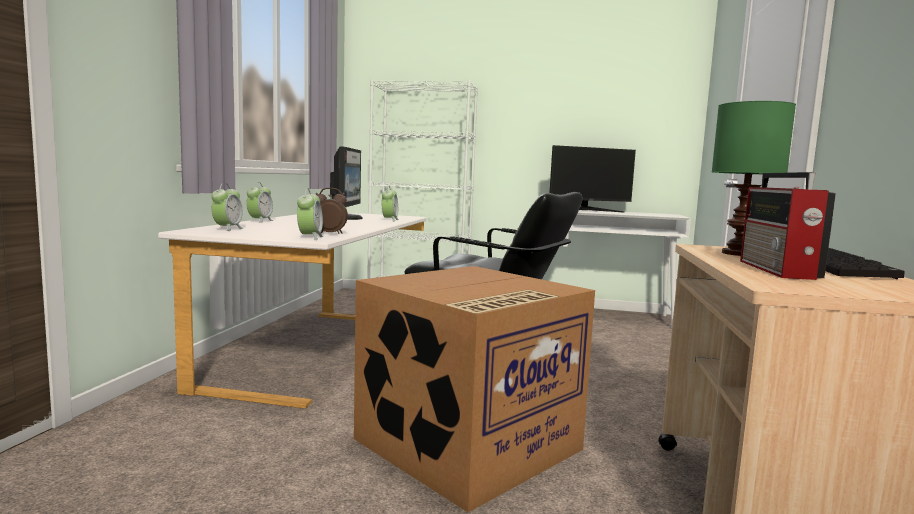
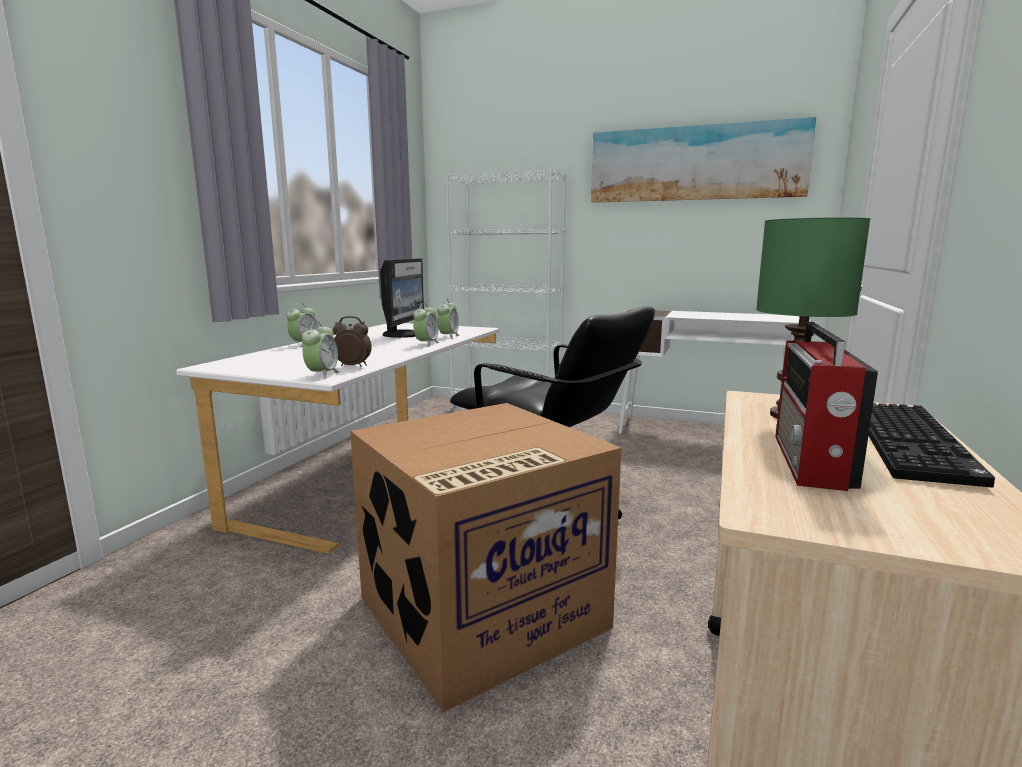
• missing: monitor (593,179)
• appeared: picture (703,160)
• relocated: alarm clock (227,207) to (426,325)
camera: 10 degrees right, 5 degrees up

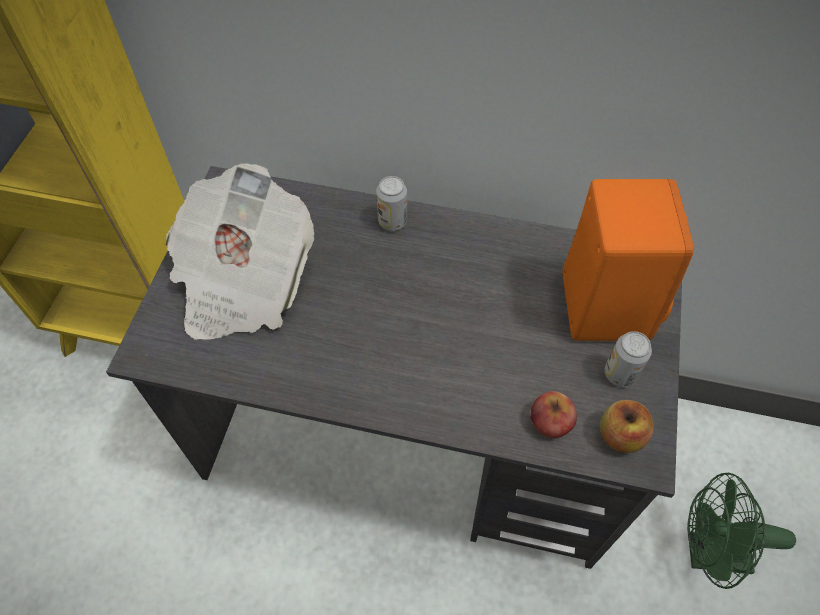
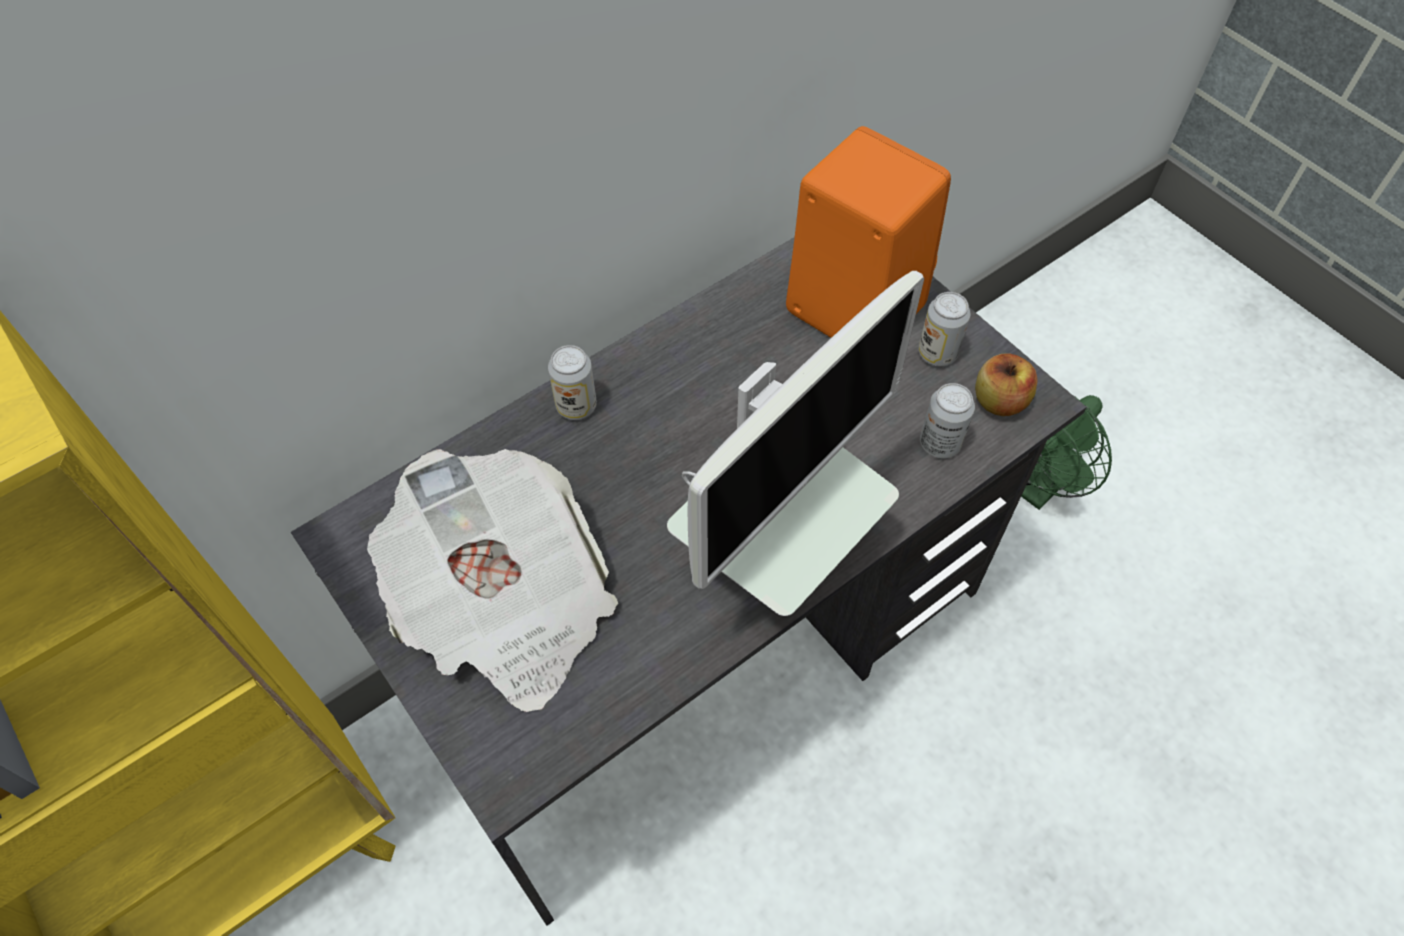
• appeared: monitor (795,443)
• exchanged: apple (554,414) to can (947,420)
camera: 50 degrees left, 0 degrees up

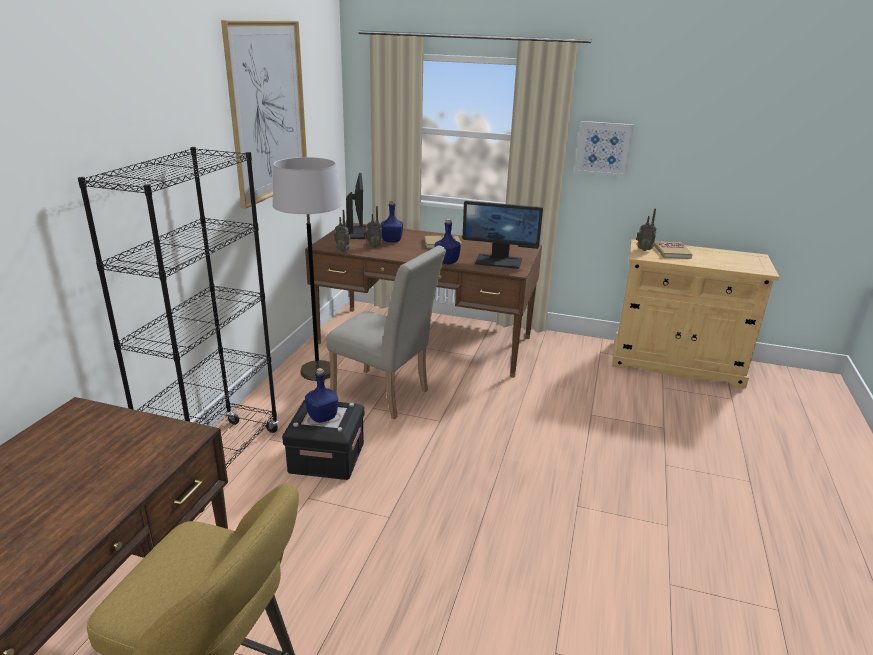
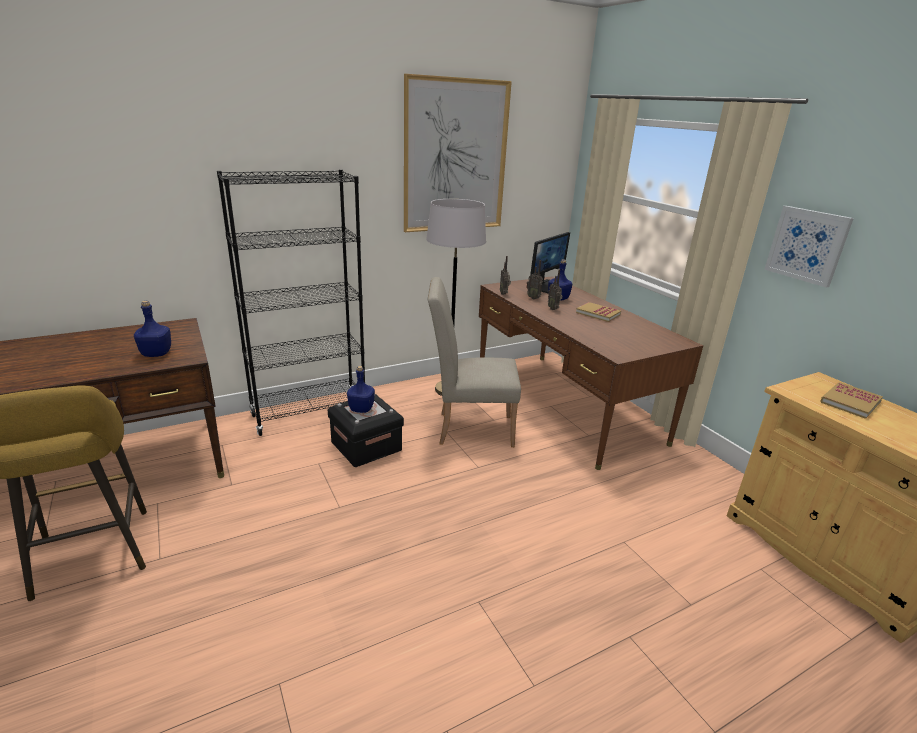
• missing: monitor (503,235)
• relocated: blue bottle (448,241) to (152,329)
• relocated: radio (646,229) to (555,289)
• spun: beige chair (386,332) = (474,362) 105 degrees clockwise
camera: 45 degrees right, 0 degrees up

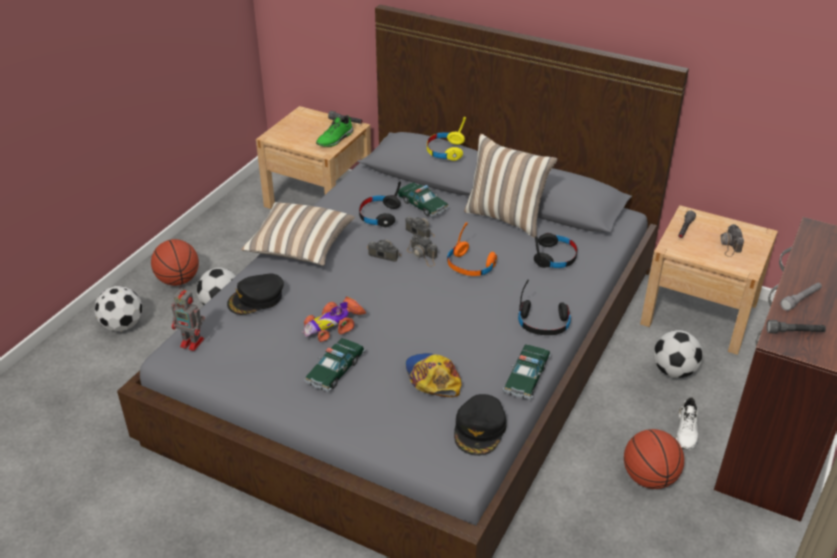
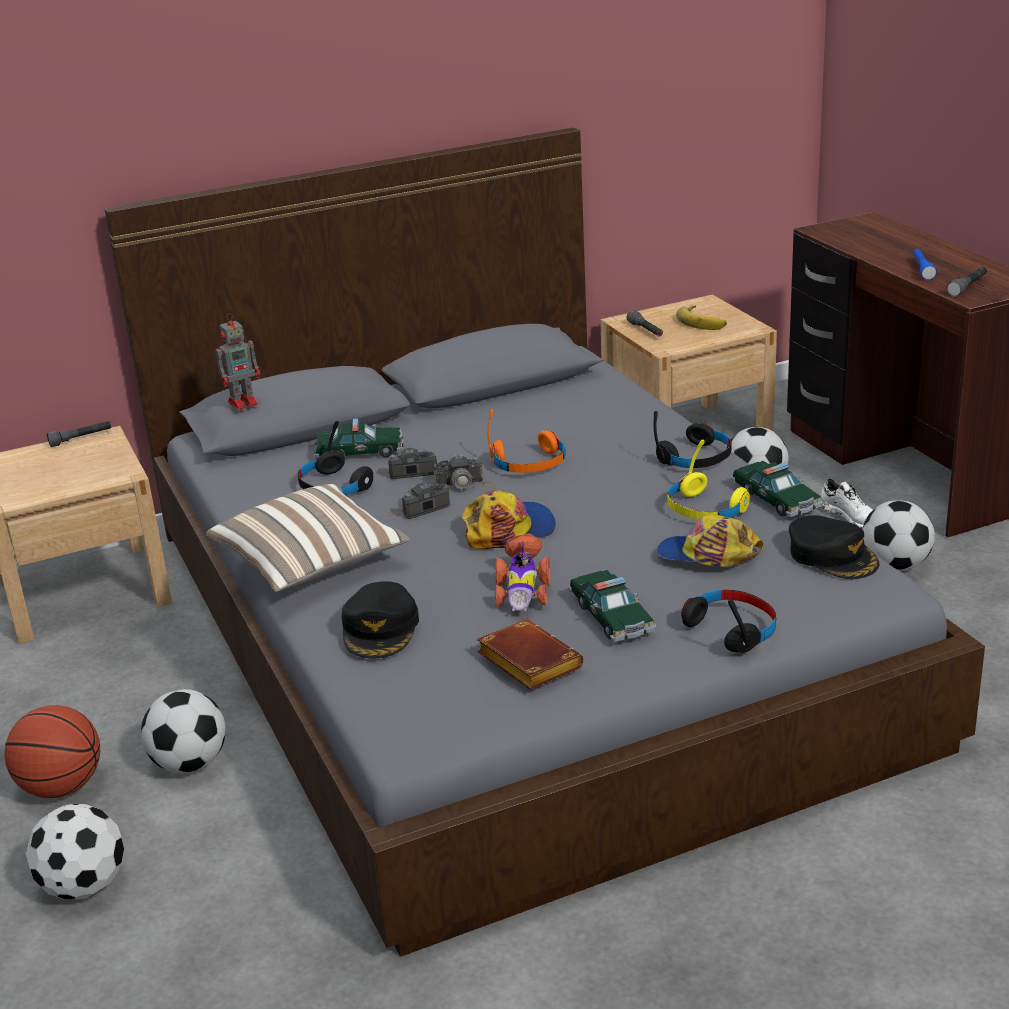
• missing: green shoe (334,131)
• missing: pillow (510,186)
• appeared: cap (509,519)
• appeared: brown book (530,654)
• relocated: toy robot (188,318) to (238,361)
• relocated: yellow headphones (446,139) to (708,480)
• relocated: black headphones (555,250) to (728,621)
• exchanged: basketball (654,459) to football (899,536)
• exchanged: photo camera (732,240) to banana (701,317)
• colour: grey flashlight (801,297) to blue flashlight (925,264)
camera: 50 degrees left, 10 degrees down

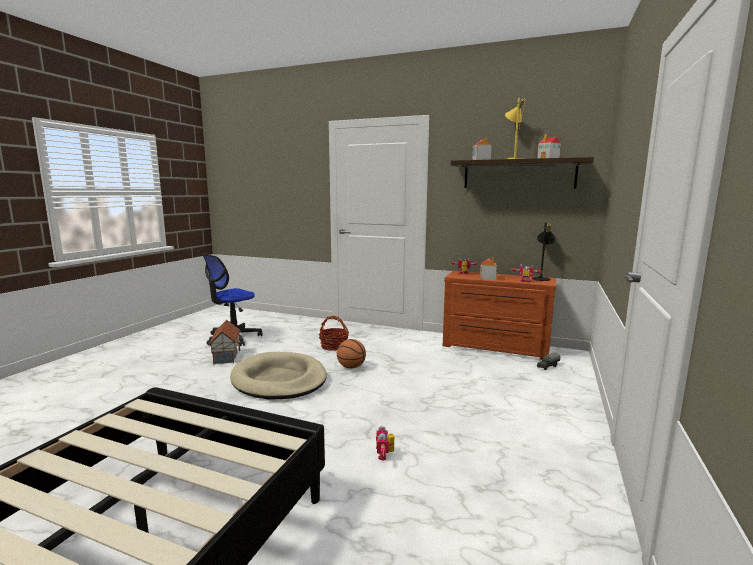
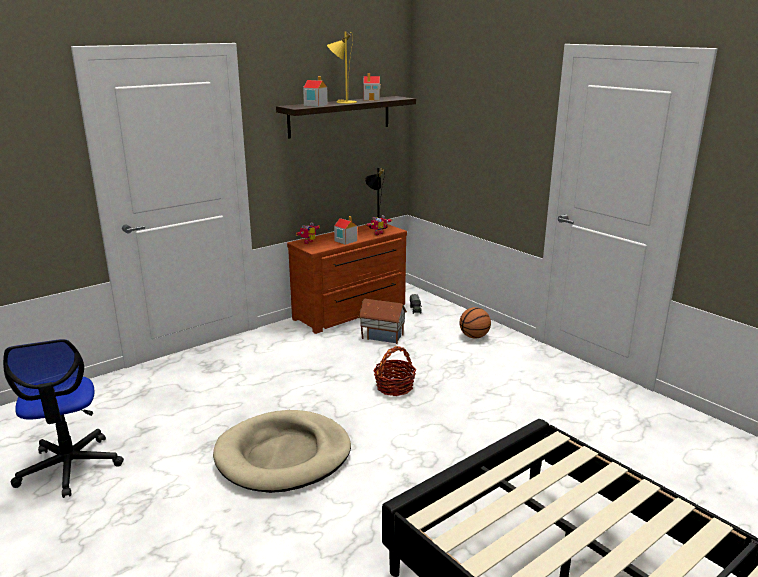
• missing: toy robot (385,443)
• relocated: toy house (225,342) to (382,321)
• relocated: basket (333,333) to (394,371)
• relocated: basketball (351,354) to (475,323)
camera: 60 degrees left, 10 degrees up

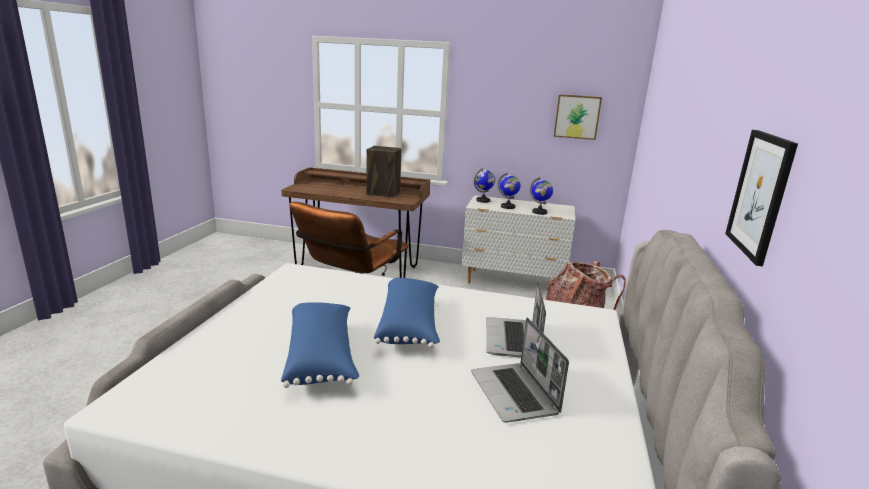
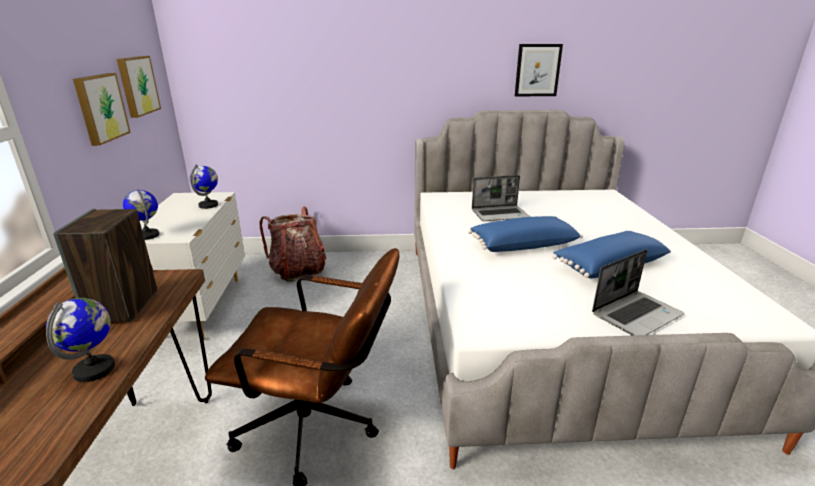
• appeared: picture (102,109)
• relocated: laptop (520,370) to (638,292)
• relocated: globe (508,190) to (80,340)
camera: 105 degrees left, 5 degrees up

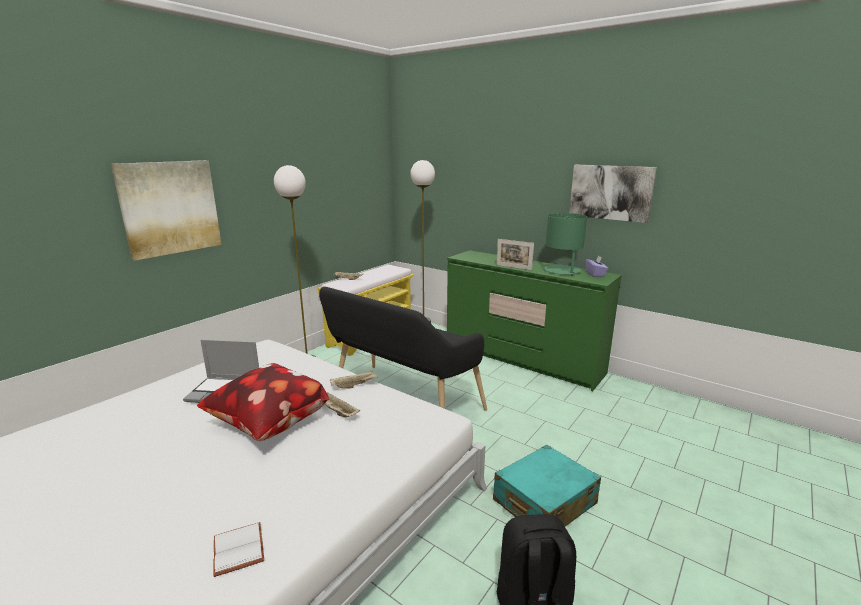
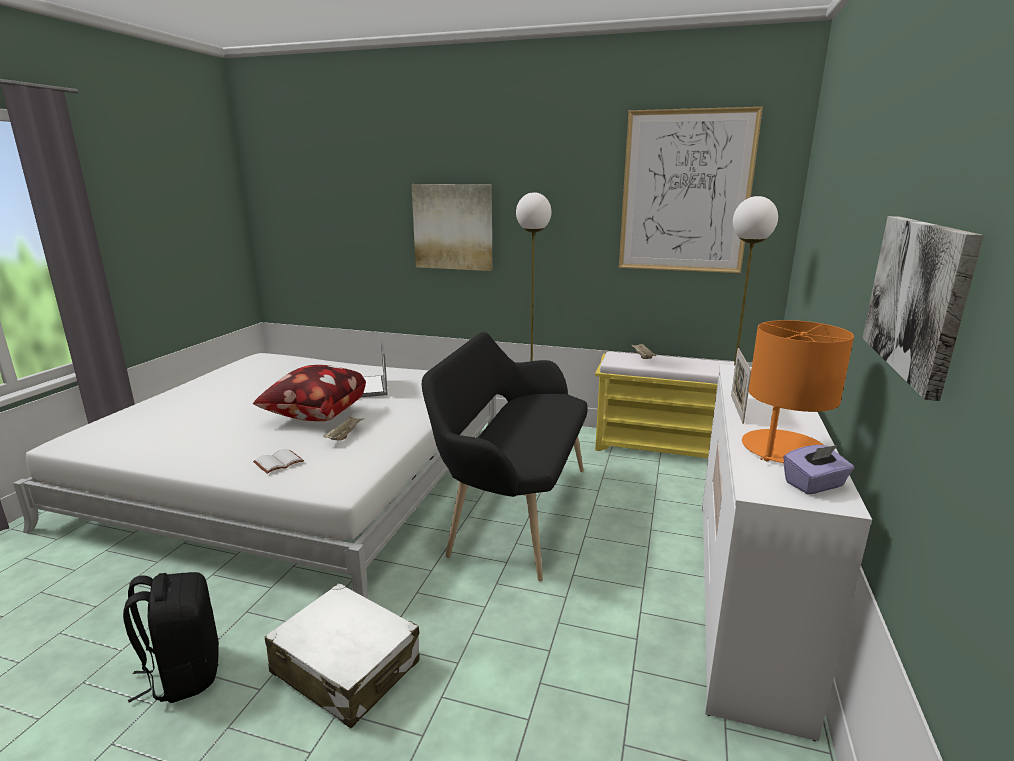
• missing: beige tray (354,379)
• appeared: picture (691,190)
• relocated: white book (238,549) to (278,461)
• colour: green dresser (534,320) to white dresser (787,552)
• colour: turquoise suitcase (547,486) to white suitcase (342,655)
• colour: green table lamp (565,244) to orange table lamp (798,391)
camera: 70 degrees right, 0 degrees up

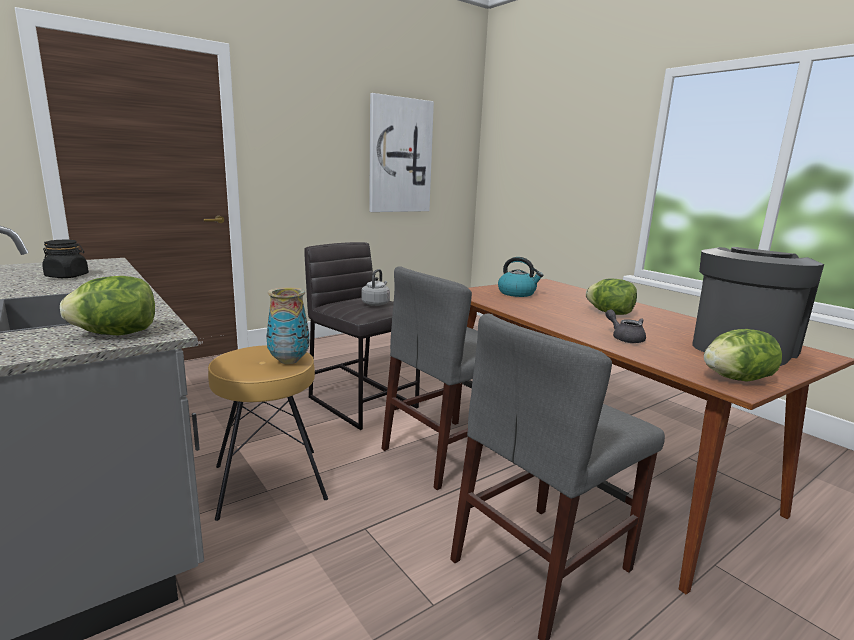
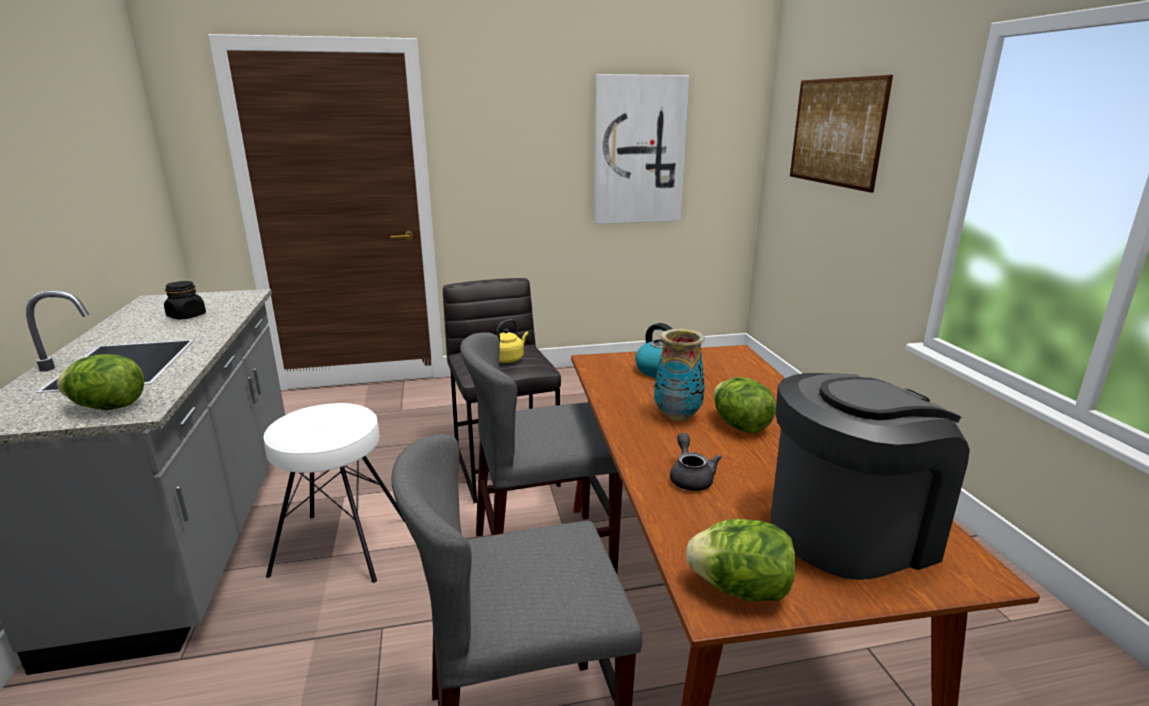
• appeared: picture (841,134)
• relocated: vase (287,325) to (679,375)
• colour: brown stool (268,433) to white stool (334,493)
• colour: grey kettle (375,287) to yellow kettle (512,341)
camera: 25 degrees right, 5 degrees up

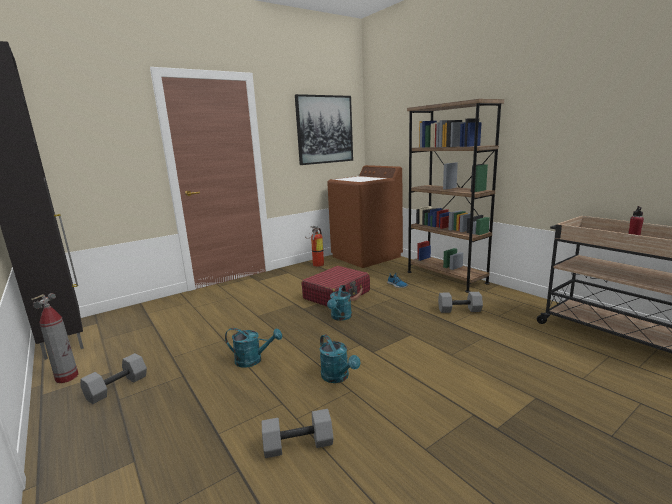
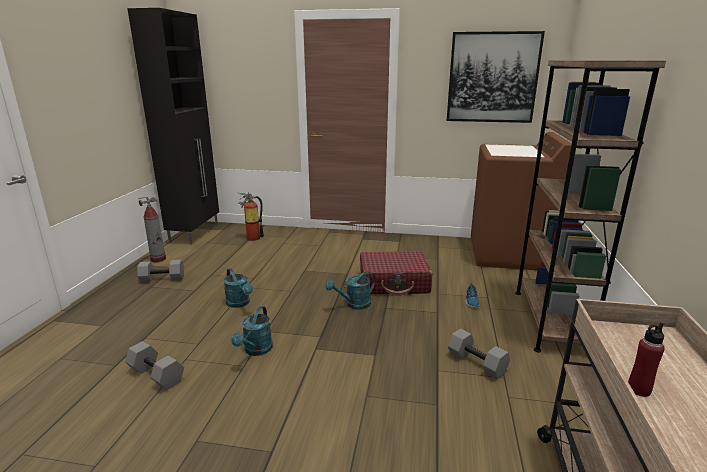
• relocated: fire extinguisher (314,246) to (251,216)
camera: 45 degrees right, 5 degrees up

